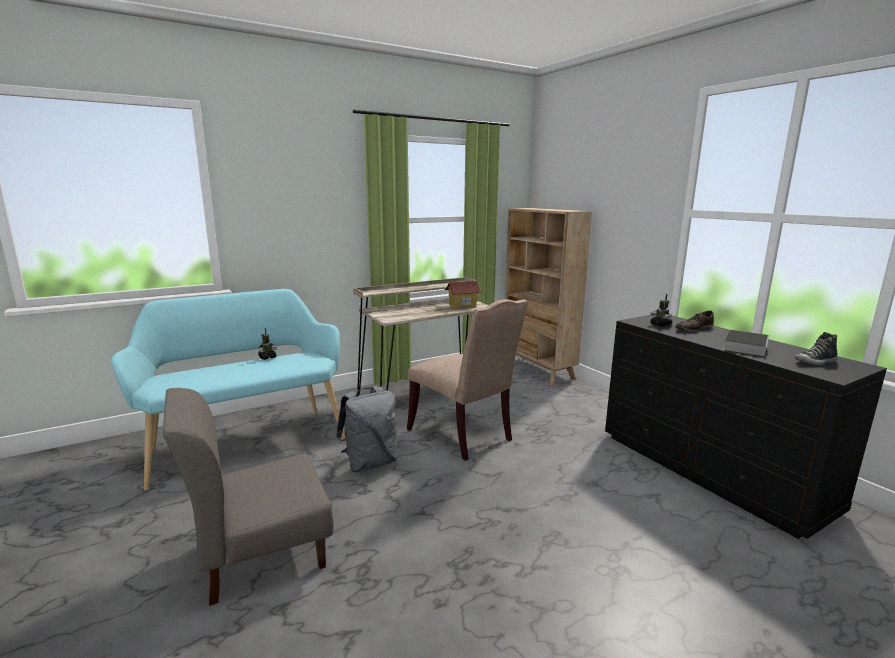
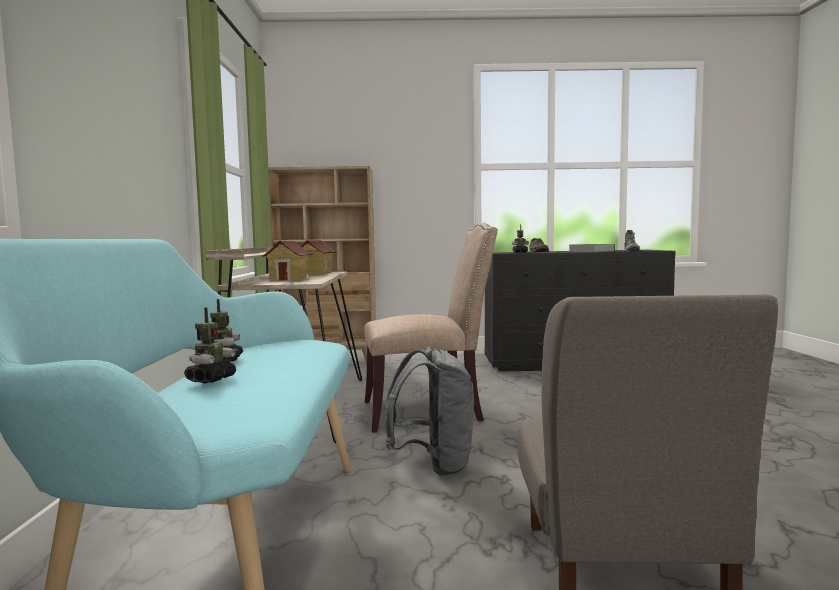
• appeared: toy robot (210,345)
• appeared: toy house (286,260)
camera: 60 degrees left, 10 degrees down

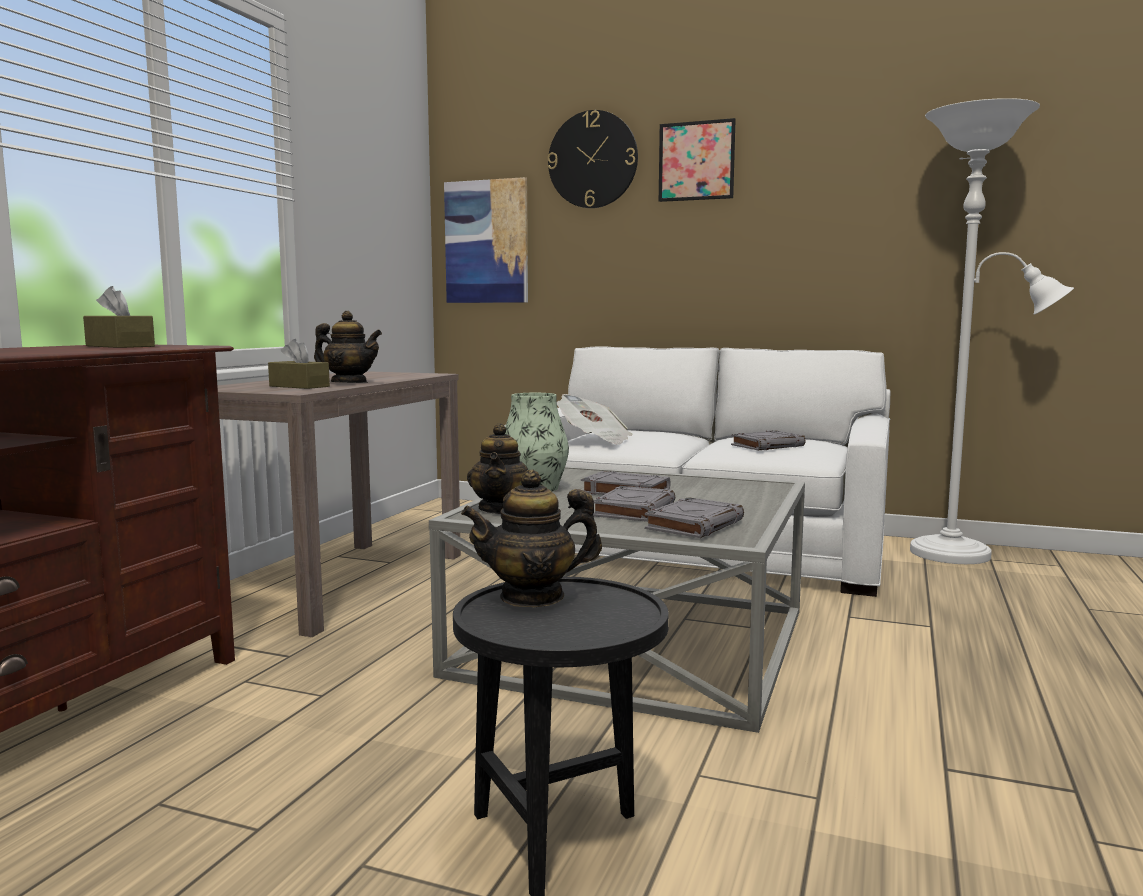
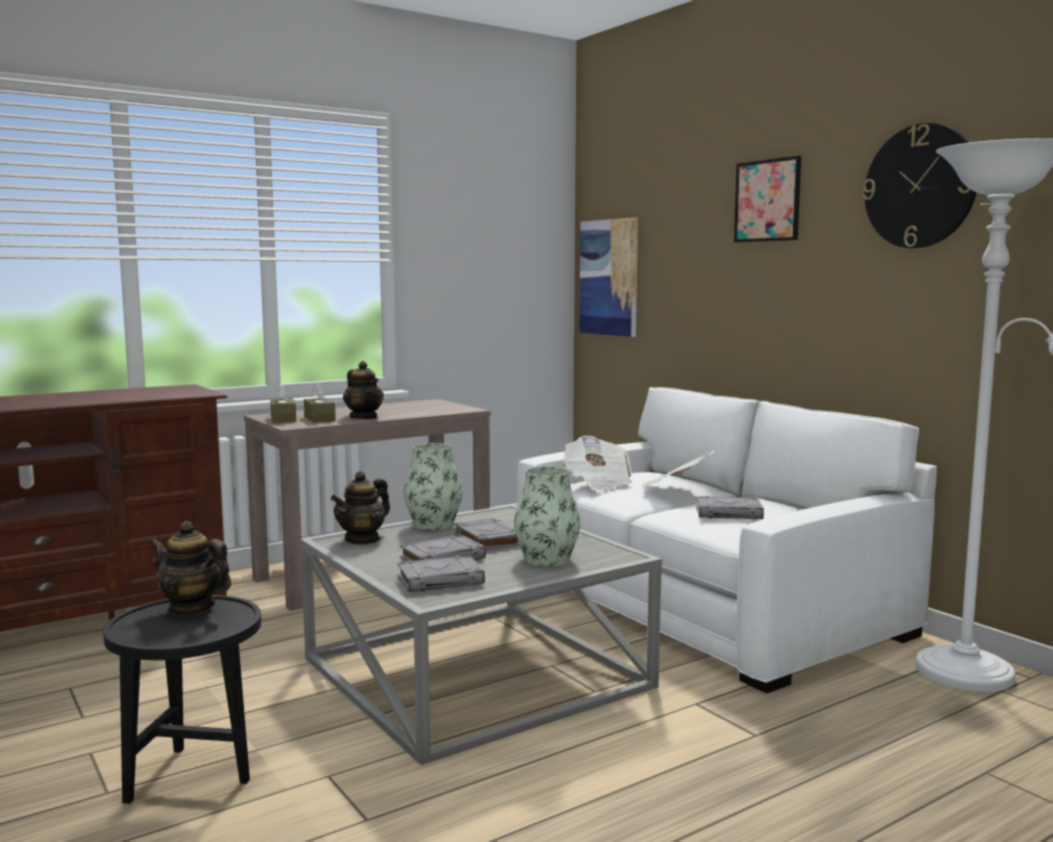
• appeared: vase (547,516)
• appeared: newspaper (678,469)
• relocated: brown tissue box (119,317) to (283,403)
• relocated: wall clock (593,159) to (920,185)
camera: 35 degrees right, 0 degrees up

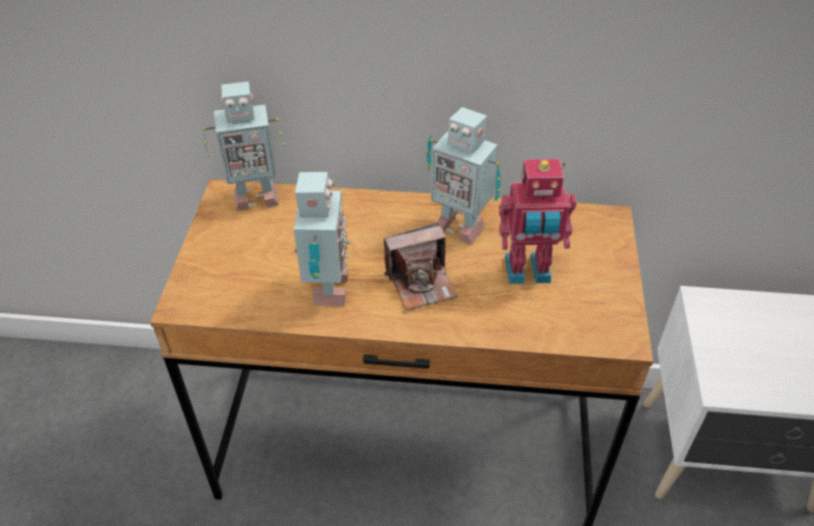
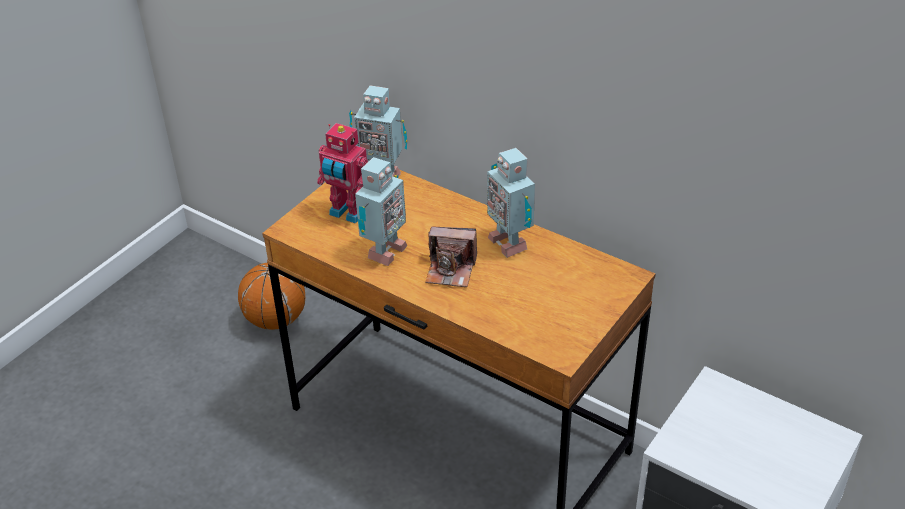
• appeared: basketball (271,296)
• relocated: toy robot (537,221) to (342,173)
camera: 30 degrees right, 5 degrees down

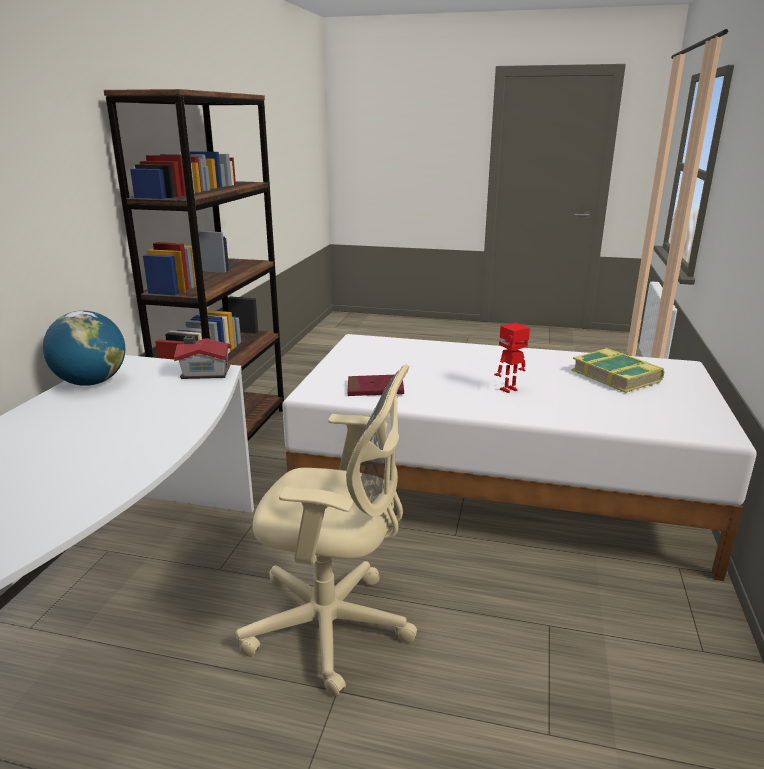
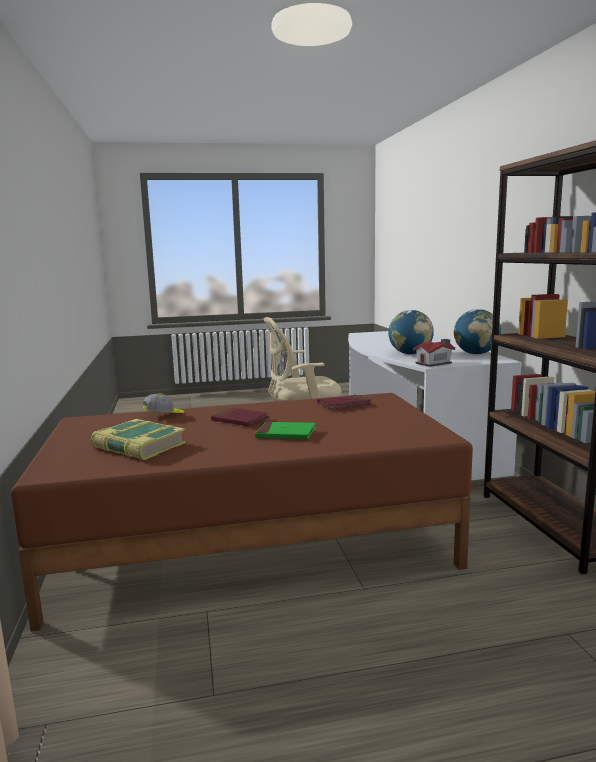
• appeared: cap (163,403)
• appeared: green book (285,431)
• appeared: globe (411,332)
• exchanged: toy robot (512,358) to red book (240,416)
• colour: white bed (519,457) to brown bed (242,512)
camera: 155 degrees right, 10 degrees down

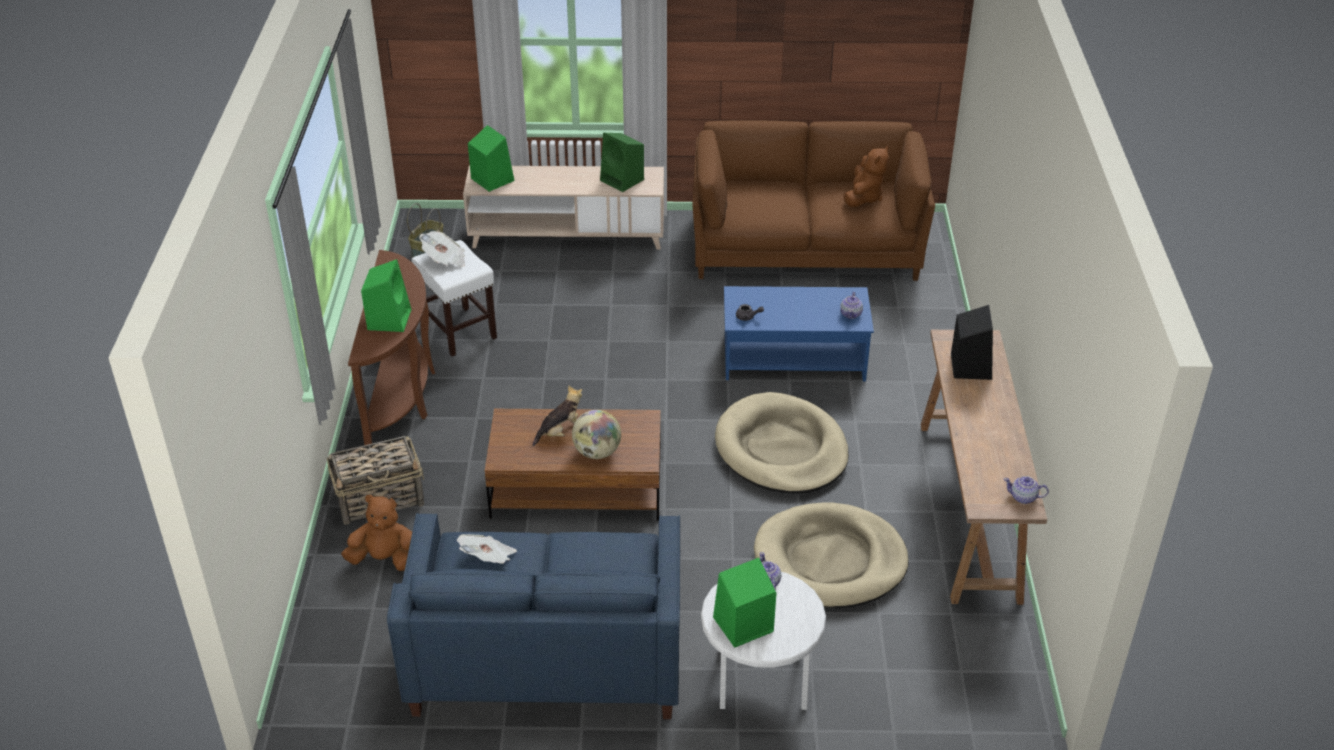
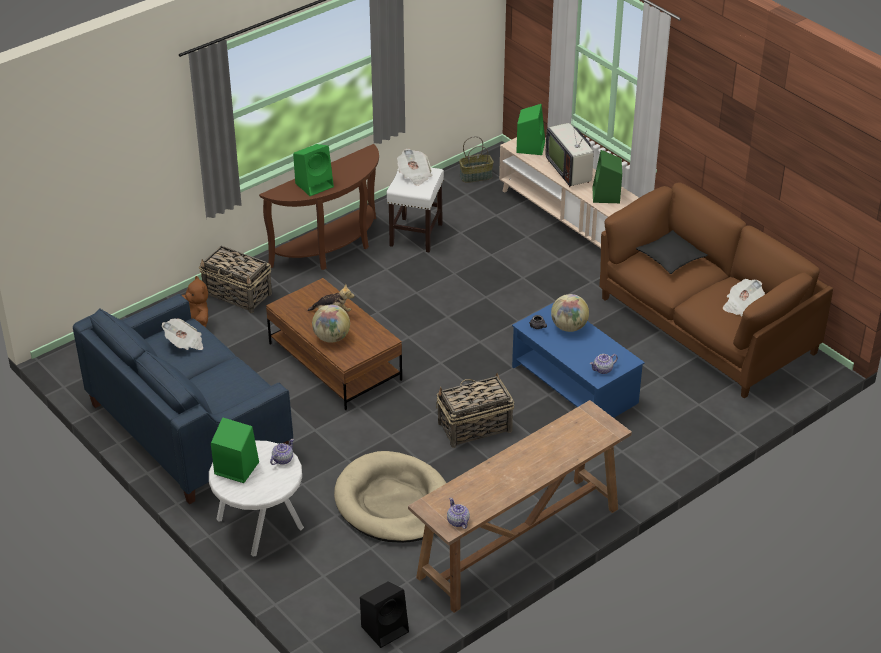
• appeared: television (569,150)
• appeared: globe (570,313)
• appeared: black pillow (671,252)
• relocated: black speaker (972,342) to (384,614)
• exchanged: beige dog bed (782,443) to basket (475,410)
• exchanged: brown plush toy (866,176) to newspaper (744,297)
camera: 50 degrees right, 0 degrees up

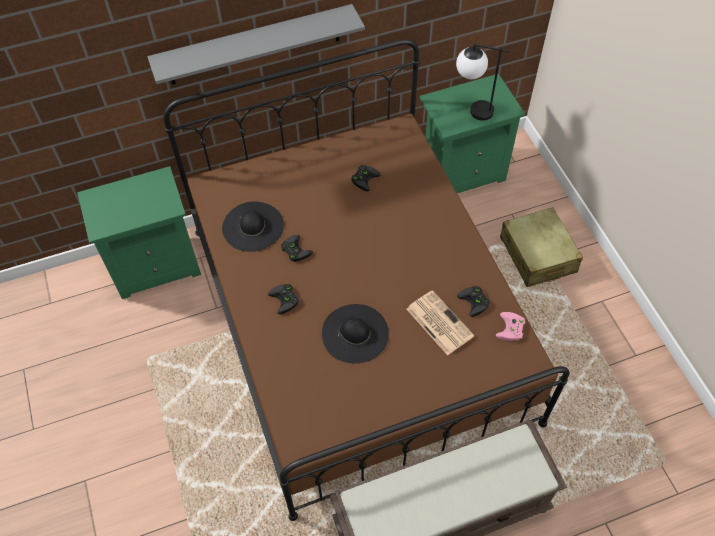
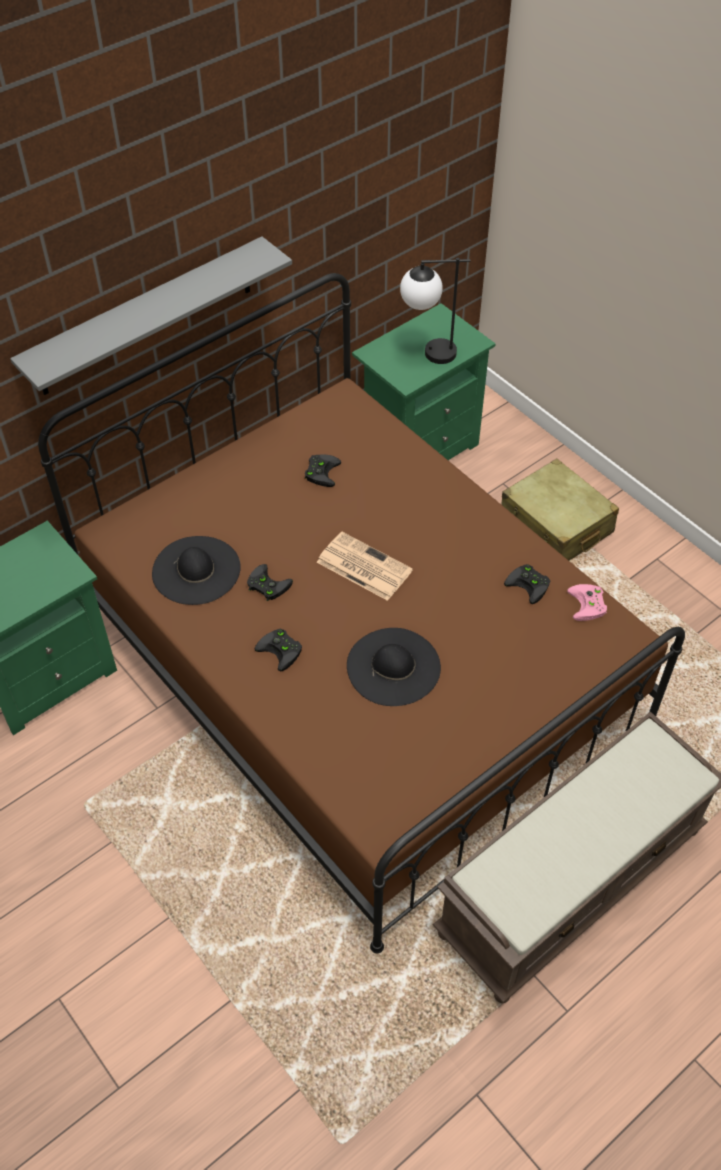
• relocated: newspaper (440,322) to (365,566)
camera: 20 degrees left, 5 degrees down

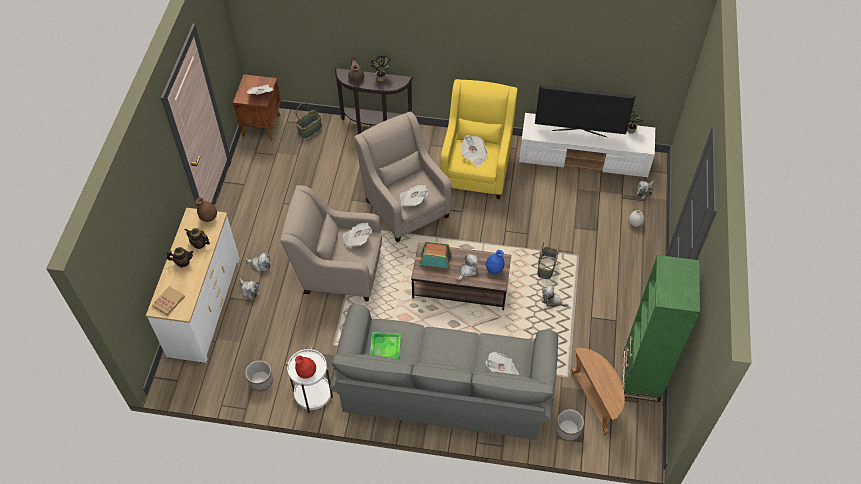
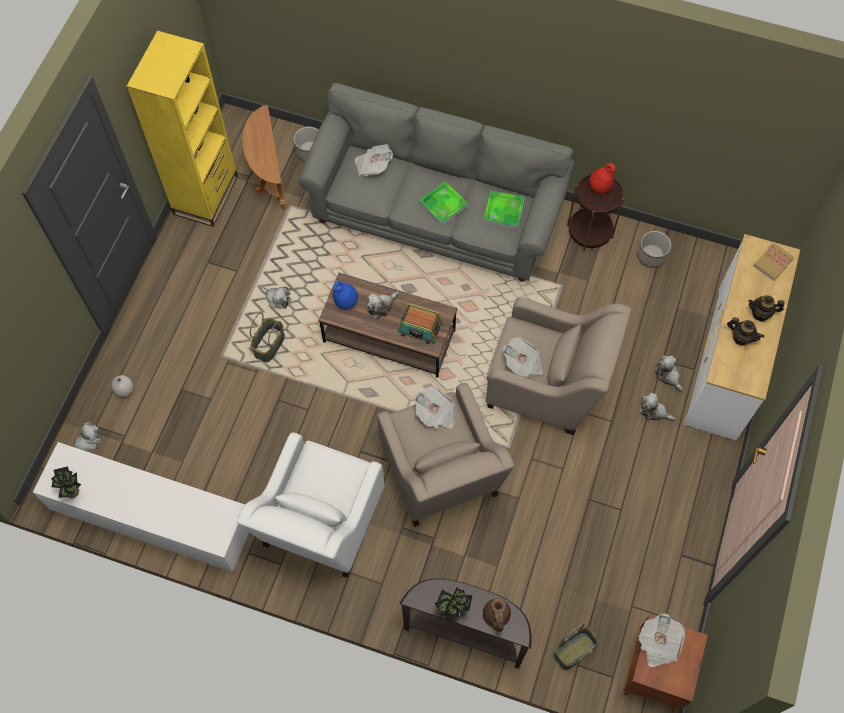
• missing: brown vase (206,209)
• missing: newspaper (474,151)
• missing: television (585,111)
• appeared: tray (443,203)
• colour: white side table (309,380) to brown side table (595,212)
• colour: yellow armchair (479,139) to white armchair (310,505)
• colour: green bookcase (661,328) to yellow bookcase (182,129)
camera: 170 degrees left, 10 degrees up

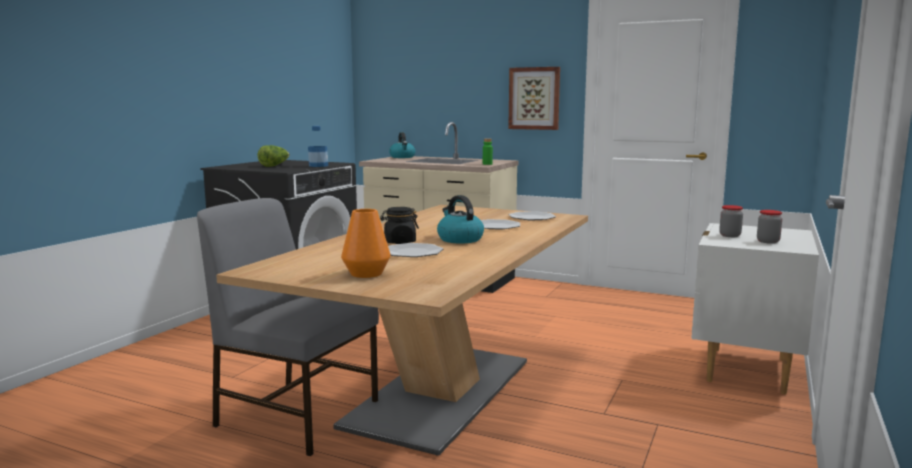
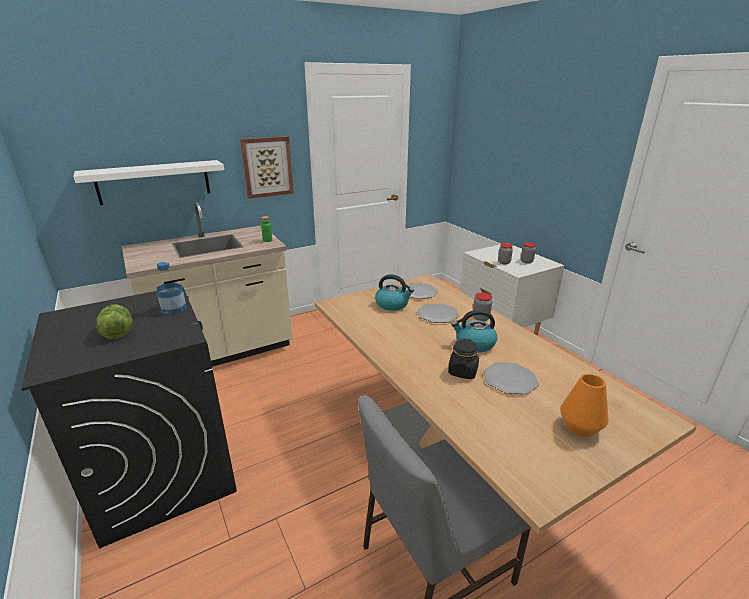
• appeared: white shelf (148,182)
• appeared: jar (482,307)
• relocated: kettle (402,145) to (394,292)
camera: 55 degrees left, 15 degrees up

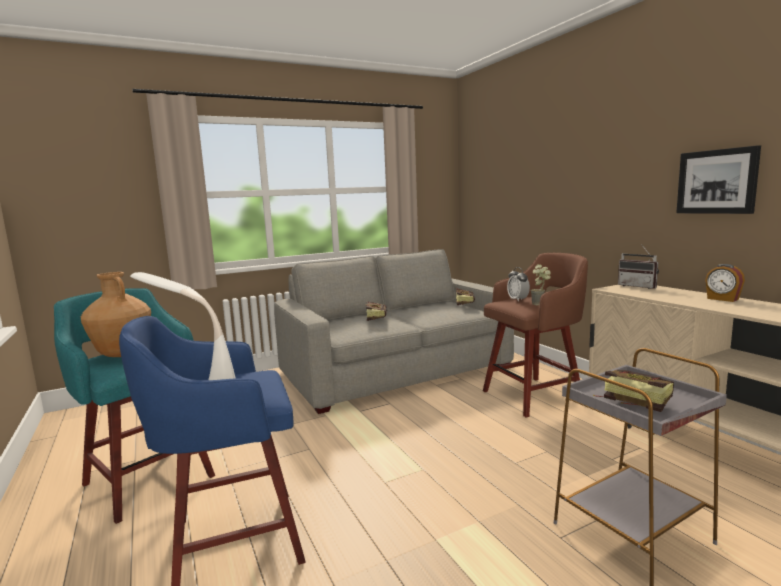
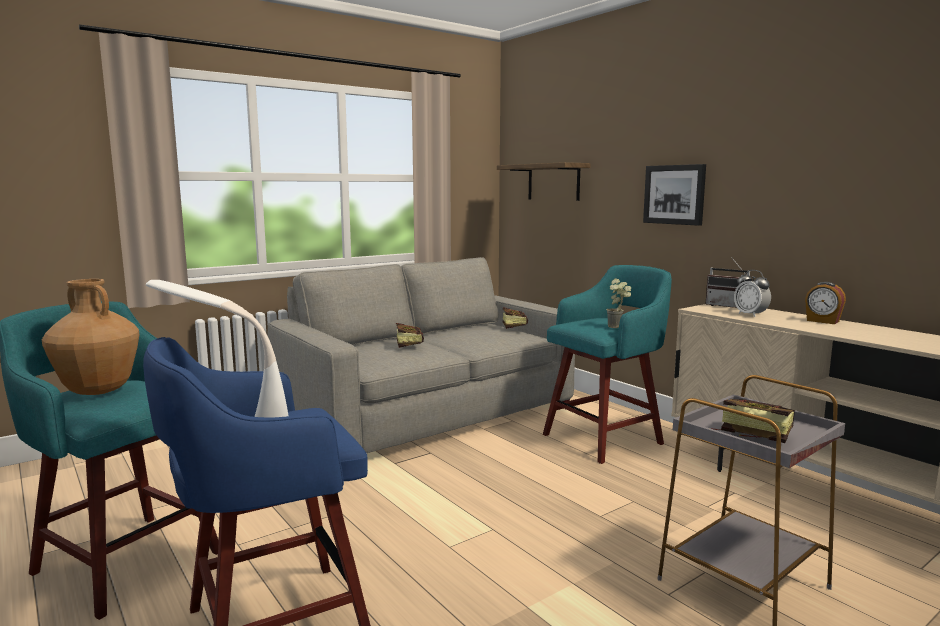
• appeared: shelf (544,181)
• relocated: alarm clock (518,284) to (752,293)
• relocated: picture (718,179) to (674,195)
• colour: brown stool (535,335) to turquoise stool (607,364)
camera: 10 degrees left, 0 degrees up

